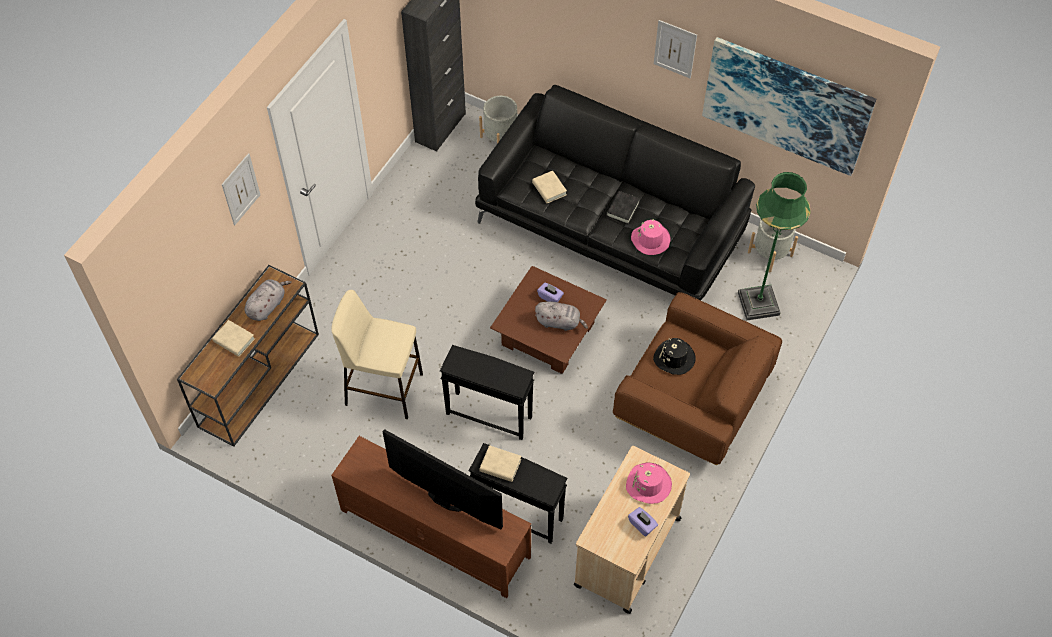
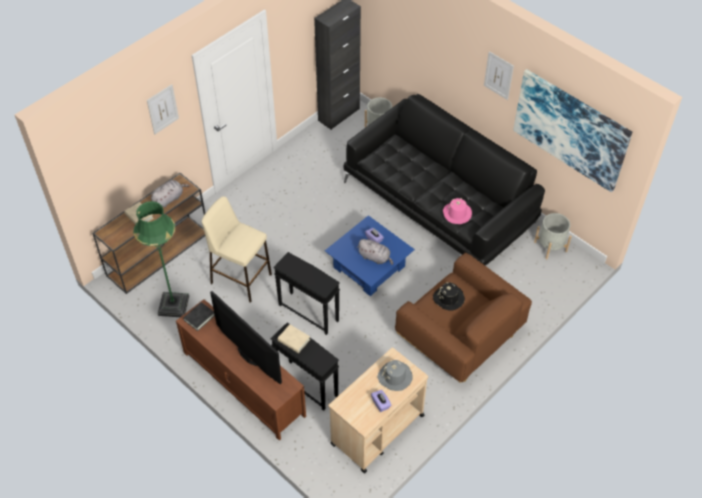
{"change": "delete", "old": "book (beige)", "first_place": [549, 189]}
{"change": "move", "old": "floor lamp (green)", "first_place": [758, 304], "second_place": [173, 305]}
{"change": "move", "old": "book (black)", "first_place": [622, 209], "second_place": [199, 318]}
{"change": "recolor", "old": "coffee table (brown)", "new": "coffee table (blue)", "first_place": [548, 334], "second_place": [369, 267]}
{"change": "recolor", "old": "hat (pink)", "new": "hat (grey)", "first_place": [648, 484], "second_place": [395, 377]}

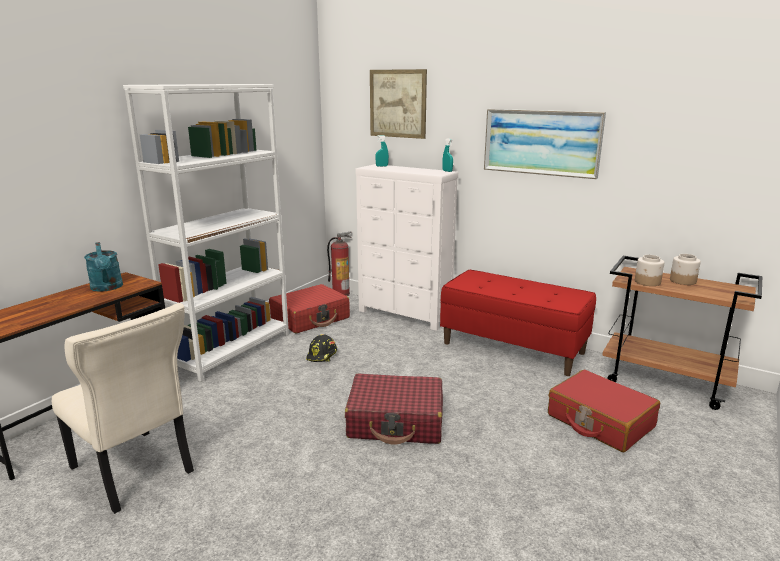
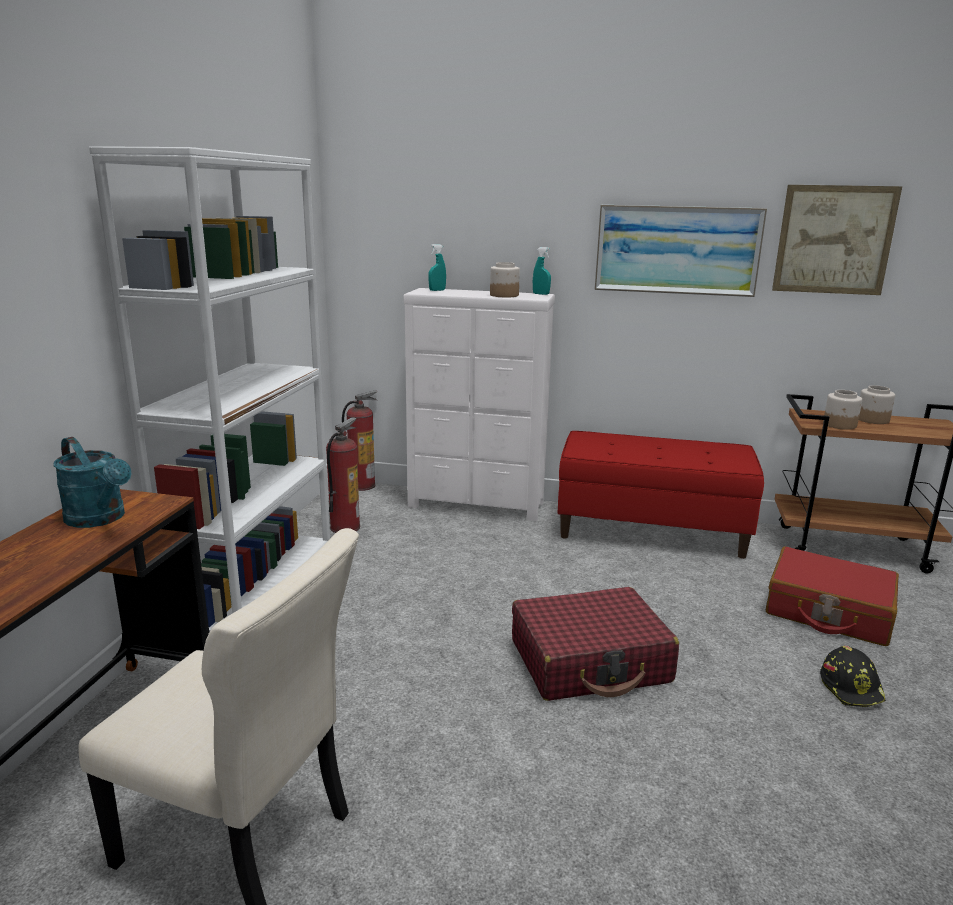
{"change": "move", "old": "picture", "first_place": [398, 103], "second_place": [834, 240]}
{"change": "replace", "old": "suitcase (red)", "new": "fire extinguisher", "first_place": [310, 318], "second_place": [345, 527]}
{"change": "move", "old": "hard hat (black)", "first_place": [322, 355], "second_place": [852, 688]}
{"change": "insert", "new": "jar", "second_place": [504, 295]}

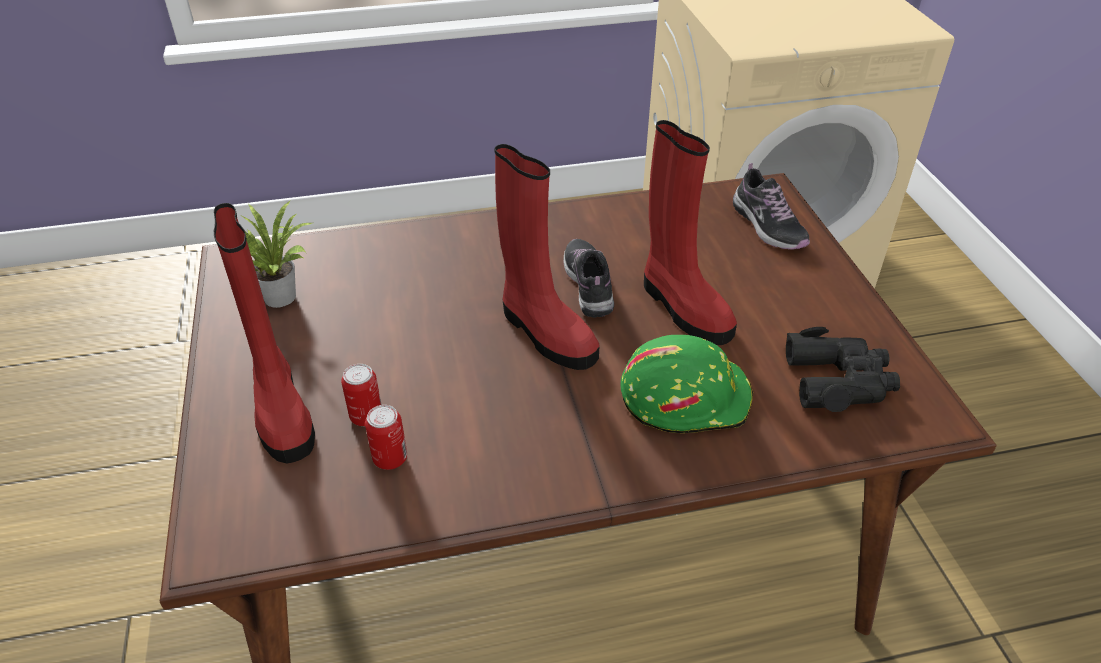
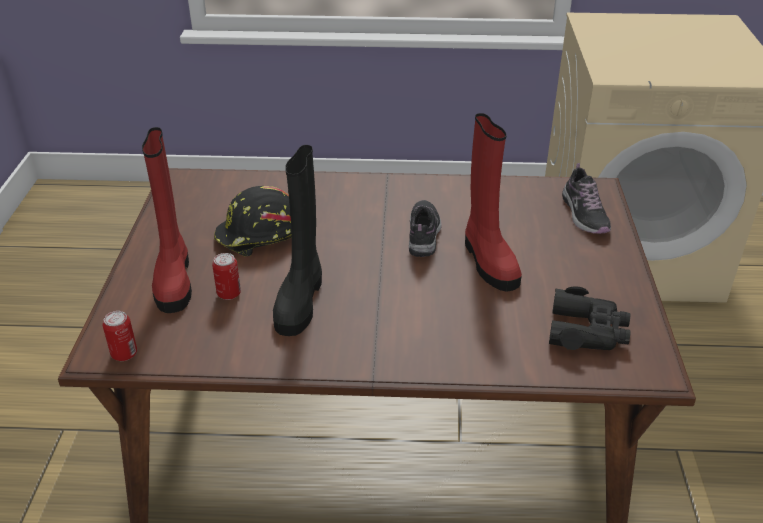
{"change": "delete", "old": "boot (red)", "first_place": [545, 333]}
{"change": "delete", "old": "potted plant", "first_place": [280, 294]}
{"change": "delete", "old": "hard hat (green)", "first_place": [684, 396]}
{"change": "move", "old": "can", "first_place": [390, 458], "second_place": [124, 354]}
{"change": "insert", "new": "boot (black)", "second_place": [300, 301]}
{"change": "insert", "new": "hard hat (black)", "second_place": [259, 235]}

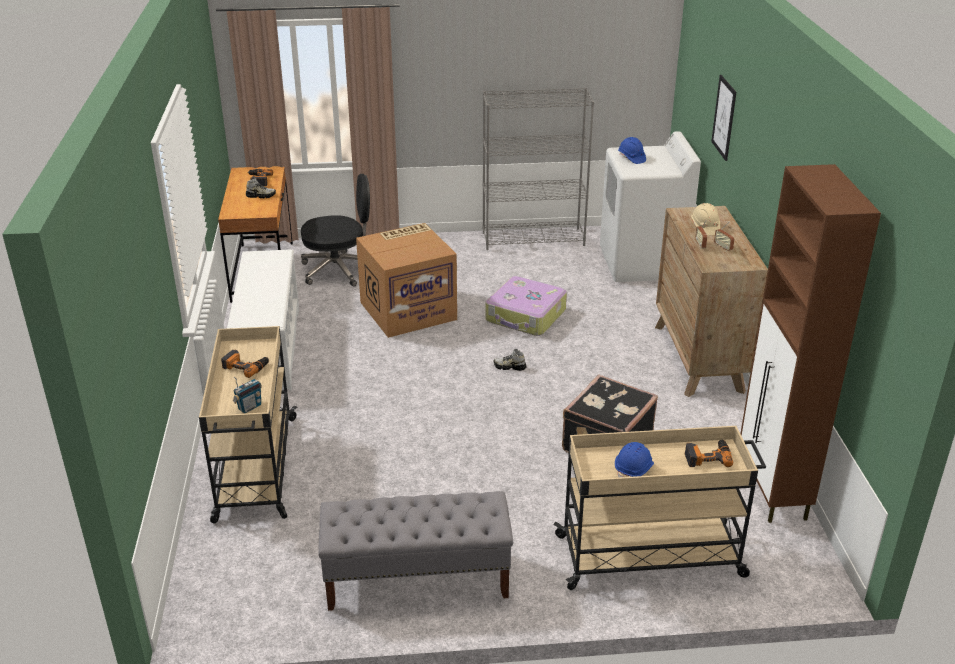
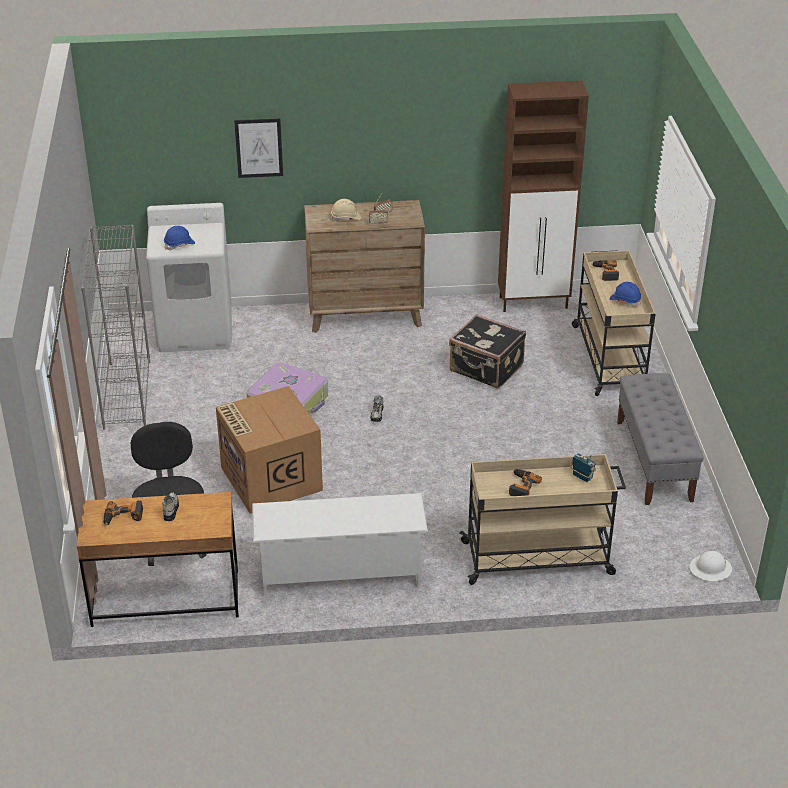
{"change": "insert", "new": "hard hat (white)", "second_place": [710, 569]}

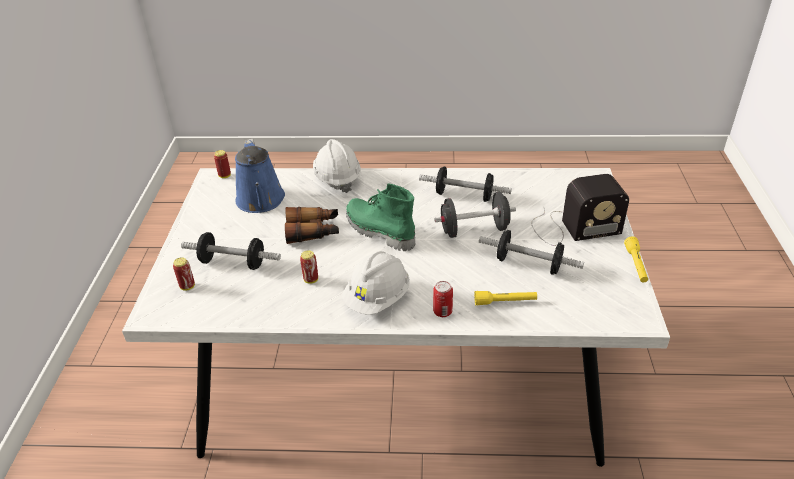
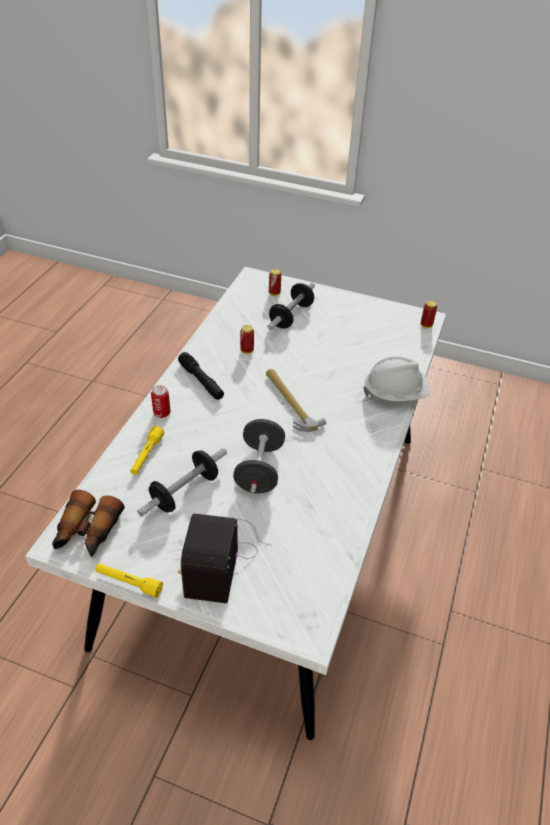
{"change": "delete", "old": "watering can (blue)", "first_place": [261, 201]}
{"change": "delete", "old": "dumbbell", "first_place": [464, 195]}
{"change": "replace", "old": "boot (green)", "new": "hammer", "first_place": [378, 232], "second_place": [290, 402]}
{"change": "move", "old": "binoculars", "first_place": [313, 231], "second_place": [87, 532]}
{"change": "replace", "old": "hard hat (white)", "new": "flashlight (black)", "first_place": [378, 299], "second_place": [201, 381]}

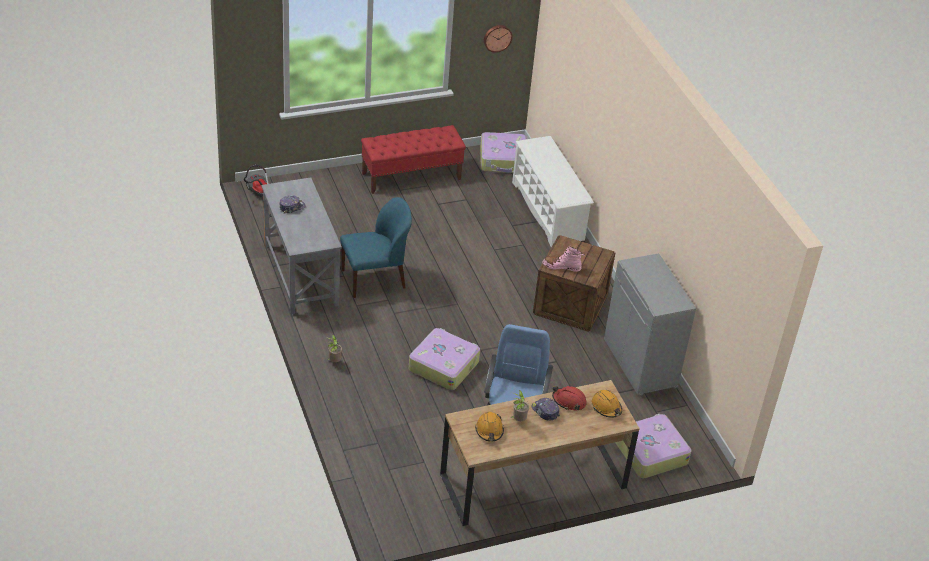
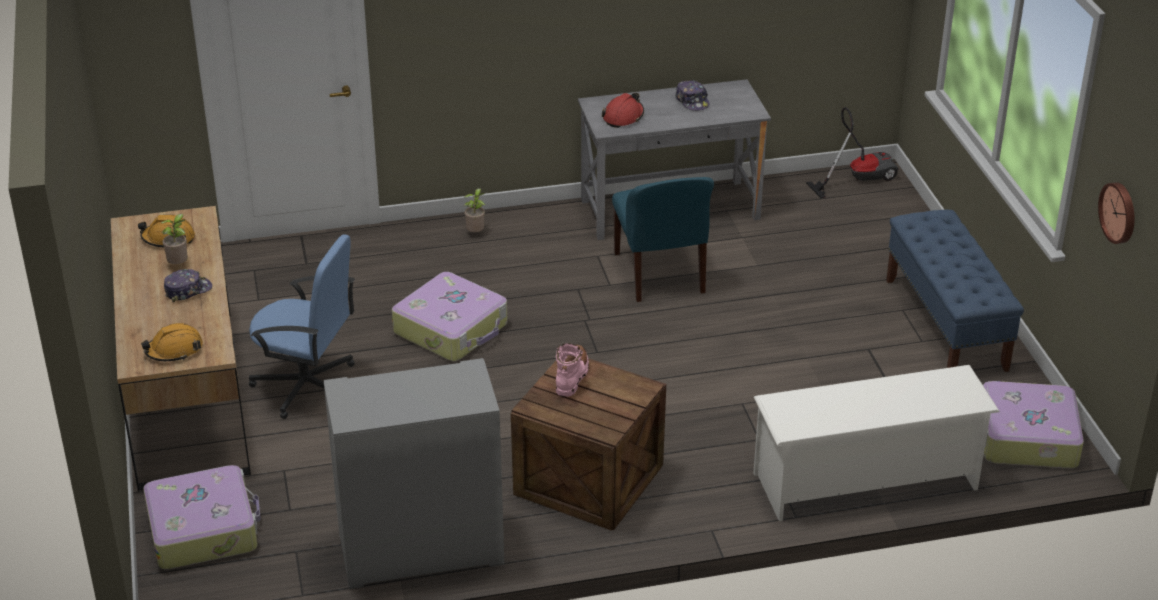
{"change": "recolor", "old": "bench (red)", "new": "bench (blue)", "first_place": [411, 176], "second_place": [946, 324]}
{"change": "move", "old": "hard hat (red)", "first_place": [569, 401], "second_place": [623, 117]}

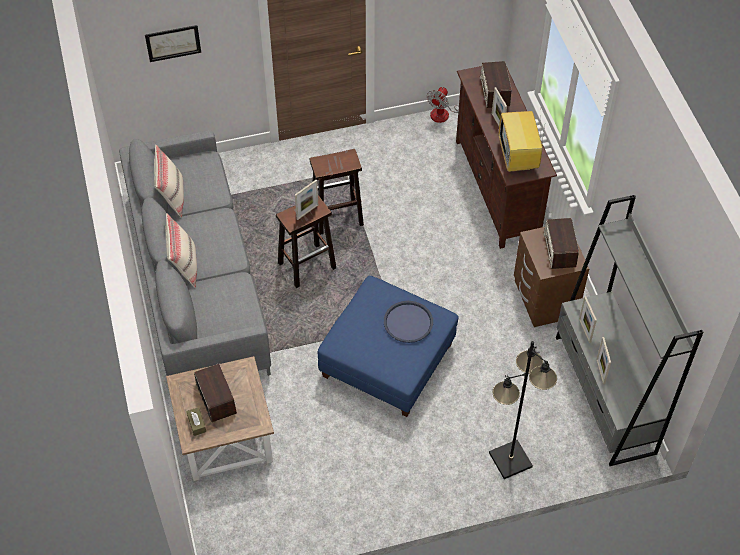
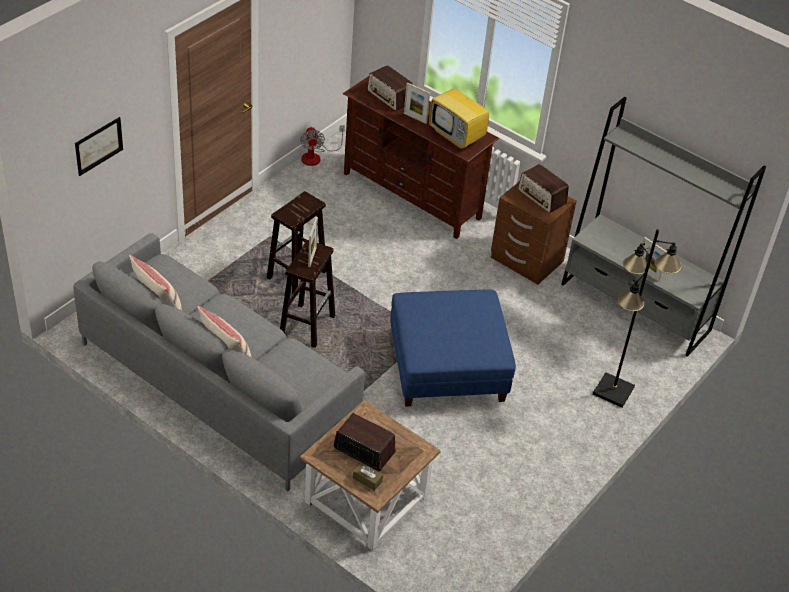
{"change": "delete", "old": "picture frame", "first_place": [584, 331]}
{"change": "delete", "old": "tray (blue)", "first_place": [408, 322]}

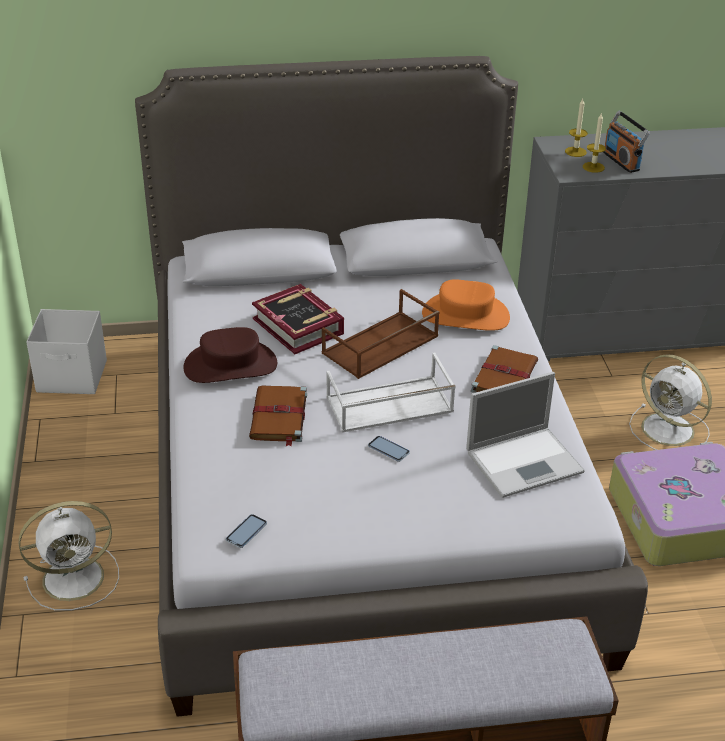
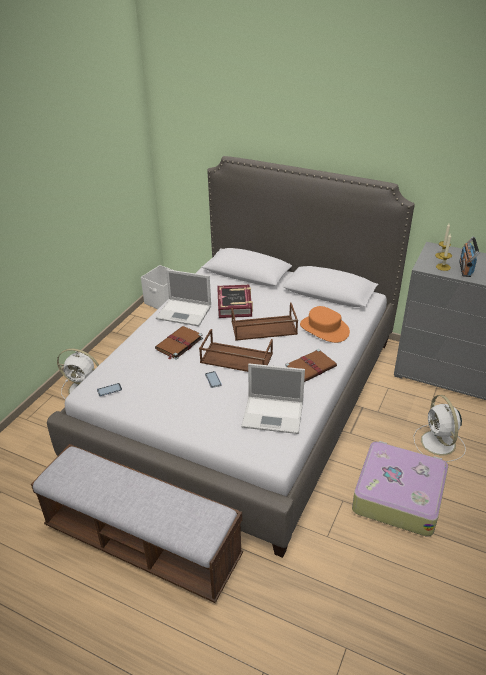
{"change": "replace", "old": "hat (brown)", "new": "laptop", "first_place": [230, 365], "second_place": [185, 312]}
{"change": "recolor", "old": "tray (white)", "new": "tray (brown)", "first_place": [388, 405], "second_place": [235, 358]}

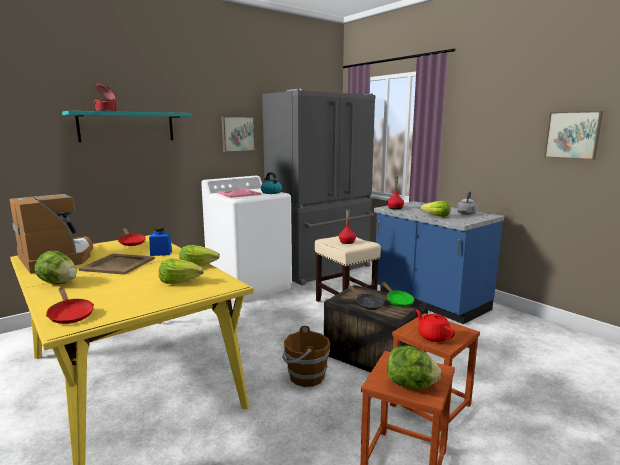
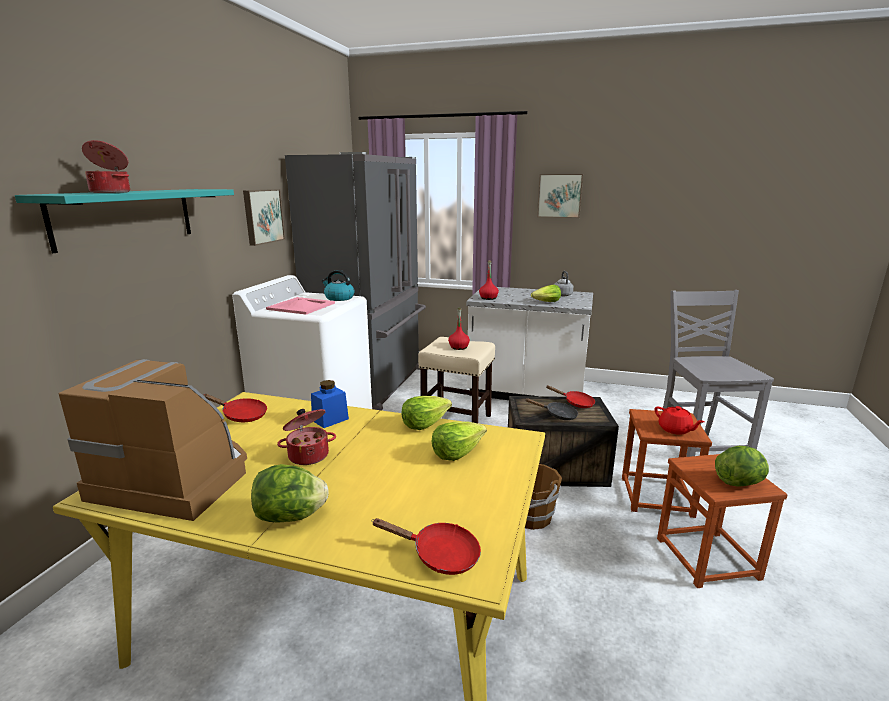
{"change": "move", "old": "picture", "first_place": [573, 135], "second_place": [559, 195]}
{"change": "recolor", "old": "counter (blue)", "new": "counter (white)", "first_place": [429, 301], "second_place": [526, 394]}
{"change": "replace", "old": "tray (beige)", "new": "cooking pot", "first_place": [118, 264], "second_place": [308, 455]}
{"change": "recolor", "old": "frying pan (green)", "new": "frying pan (red)", "first_place": [397, 301], "second_place": [575, 403]}
{"change": "rotate", "old": "teapot (red)", "first_place": [433, 336], "second_place": [675, 430], "degrees": -150}
{"change": "insert", "new": "chair (grey)", "second_place": [698, 451]}

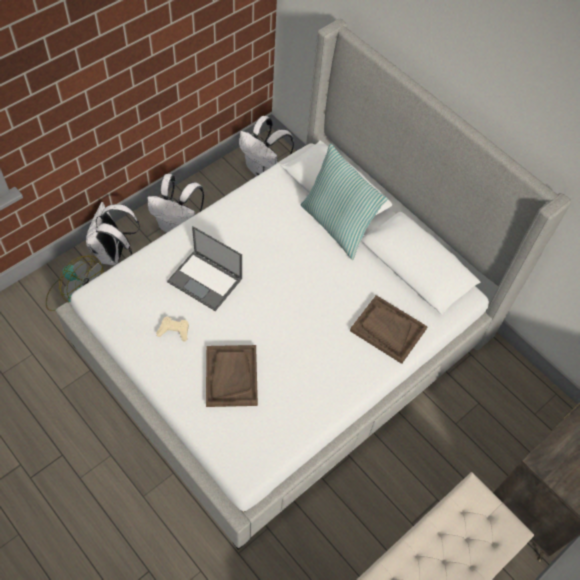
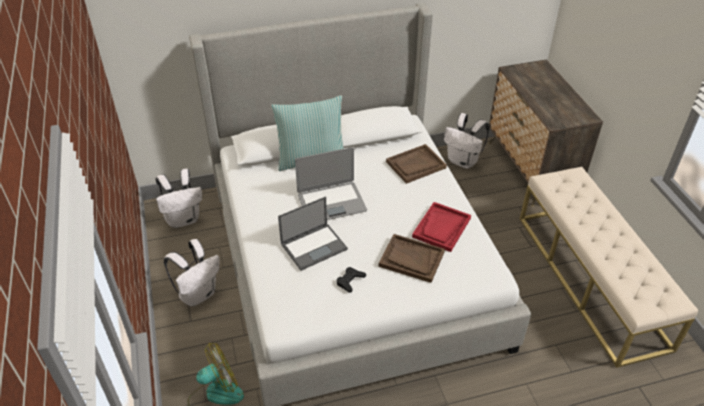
{"change": "move", "old": "backpack (white)", "first_place": [114, 254], "second_place": [463, 161]}
{"change": "recolor", "old": "game controller (beige)", "new": "game controller (black)", "first_place": [174, 330], "second_place": [350, 281]}
{"change": "insert", "new": "laptop", "second_place": [331, 202]}
{"change": "insert", "new": "tray (red)", "second_place": [441, 228]}

